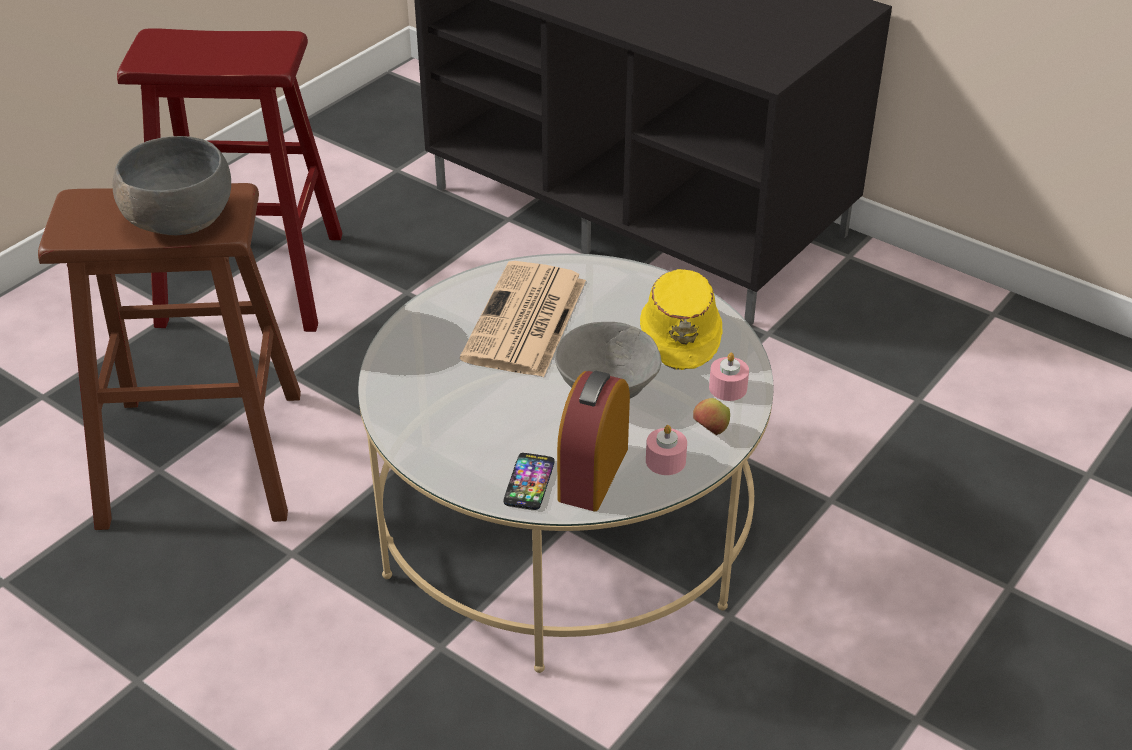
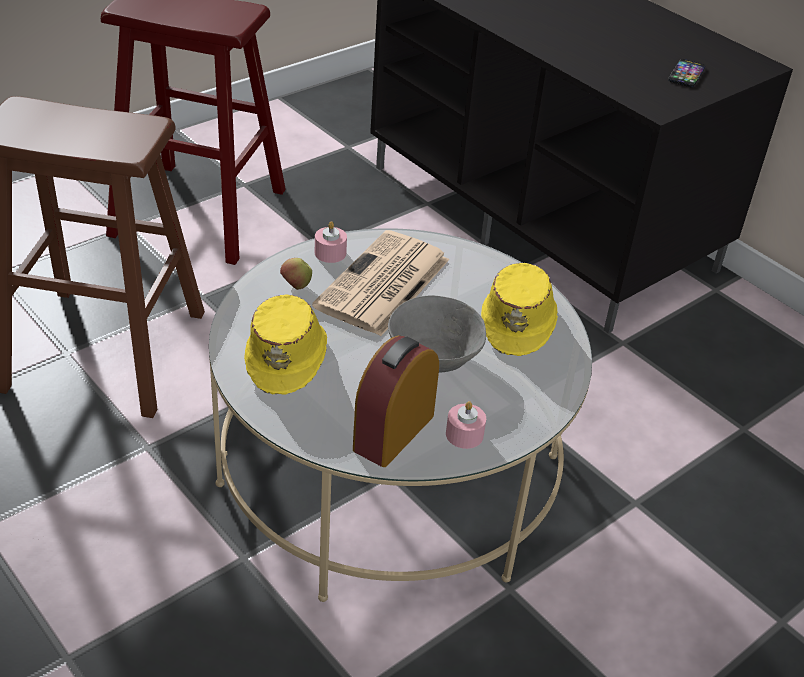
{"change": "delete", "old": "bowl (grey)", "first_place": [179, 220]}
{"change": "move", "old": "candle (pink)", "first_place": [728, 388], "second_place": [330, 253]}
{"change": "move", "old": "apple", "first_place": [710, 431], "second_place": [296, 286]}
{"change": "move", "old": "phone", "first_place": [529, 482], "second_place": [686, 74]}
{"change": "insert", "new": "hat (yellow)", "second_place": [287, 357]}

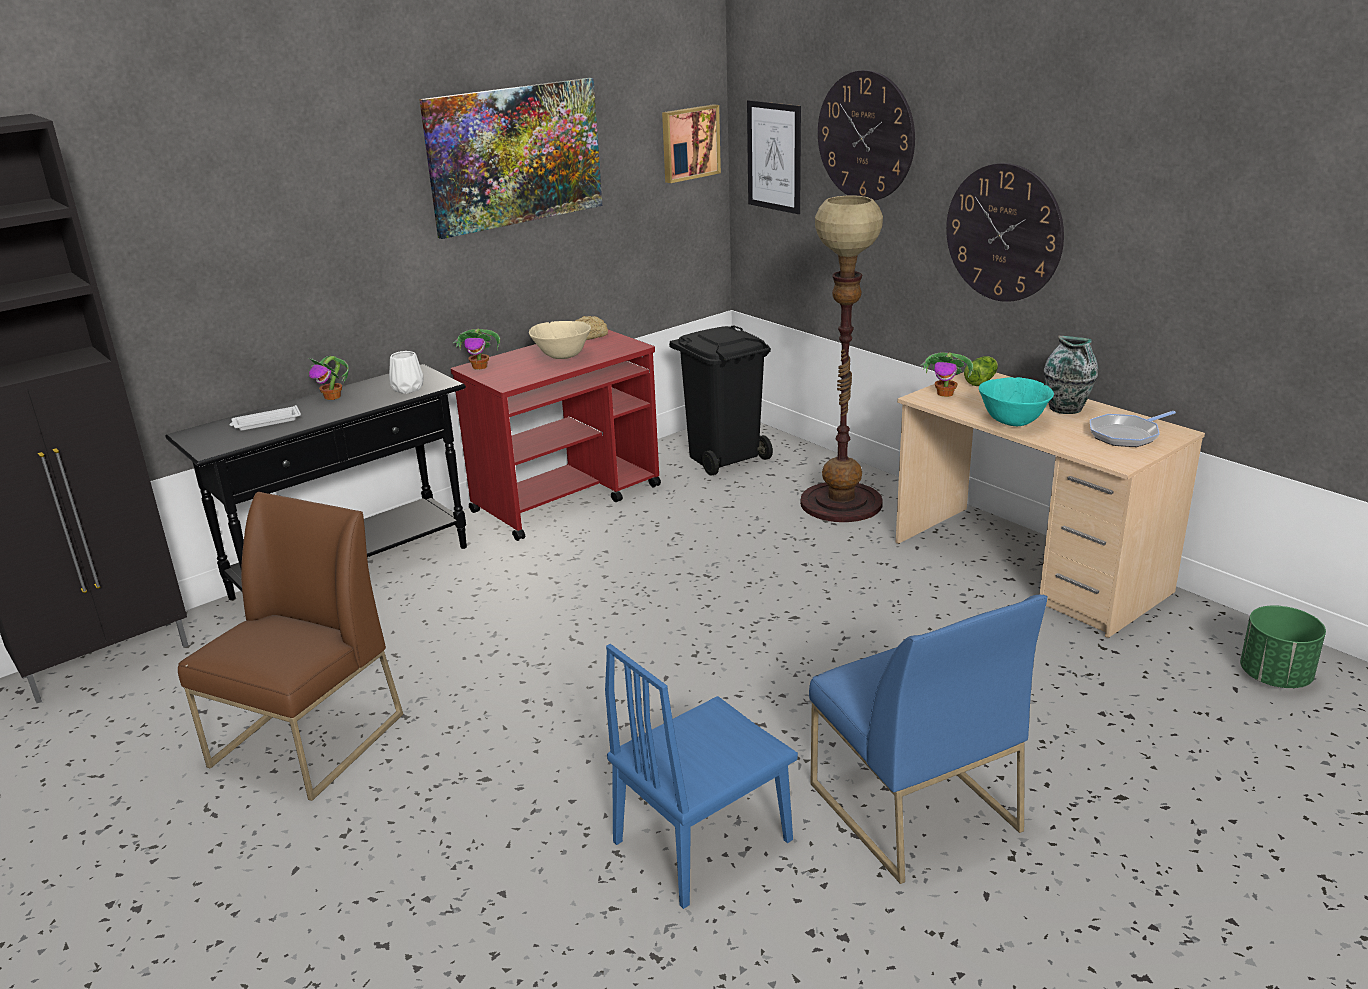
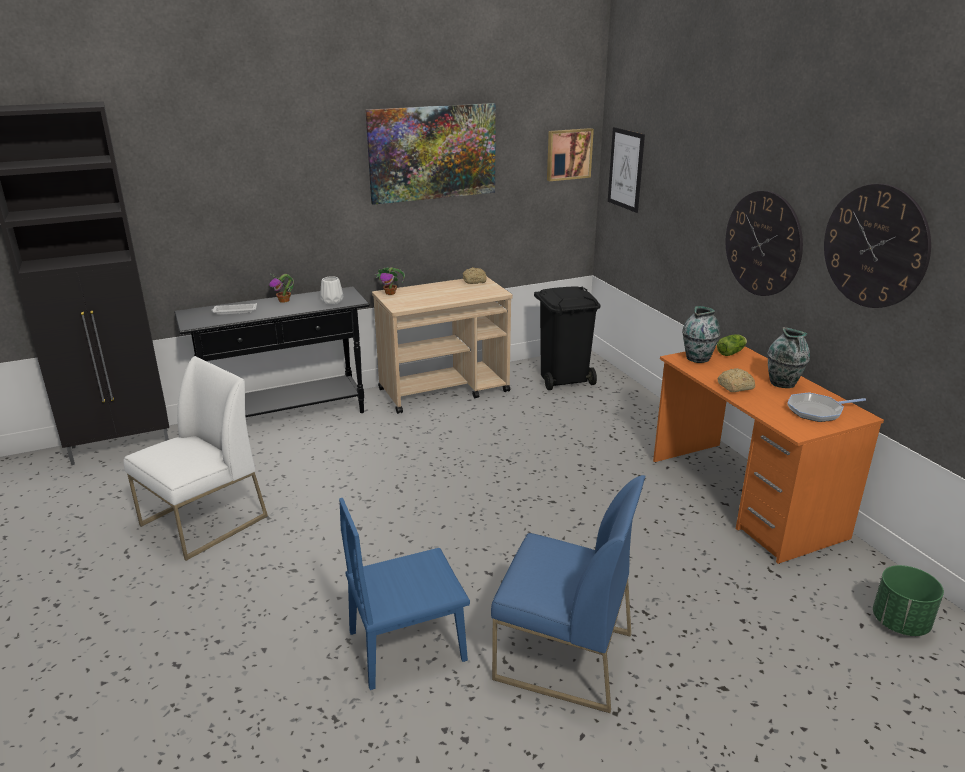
{"change": "move", "old": "wall clock", "first_place": [865, 136], "second_place": [875, 246]}
{"change": "delete", "old": "floor lamp", "first_place": [840, 503]}
{"change": "delete", "old": "bowl (beige)", "first_place": [562, 357]}
{"change": "recolor", "old": "cart (red)", "new": "cart (beige)", "first_place": [568, 498], "second_place": [445, 390]}
{"change": "replace", "old": "potted plant", "new": "vase", "first_place": [946, 394], "second_place": [698, 358]}
{"change": "recolor", "old": "desk (beige)", "new": "desk (orange)", "first_place": [1028, 567], "second_place": [744, 498]}
{"change": "replace", "old": "bowl (turquoise)", "new": "bread", "first_place": [1012, 422], "second_place": [734, 387]}
{"change": "recolor", "old": "chair (brown)", "new": "chair (white)", "first_place": [308, 741], "second_place": [203, 521]}
{"change": "rotate", "old": "chair (blue)", "first_place": [911, 806], "second_place": [562, 656], "degrees": -60}

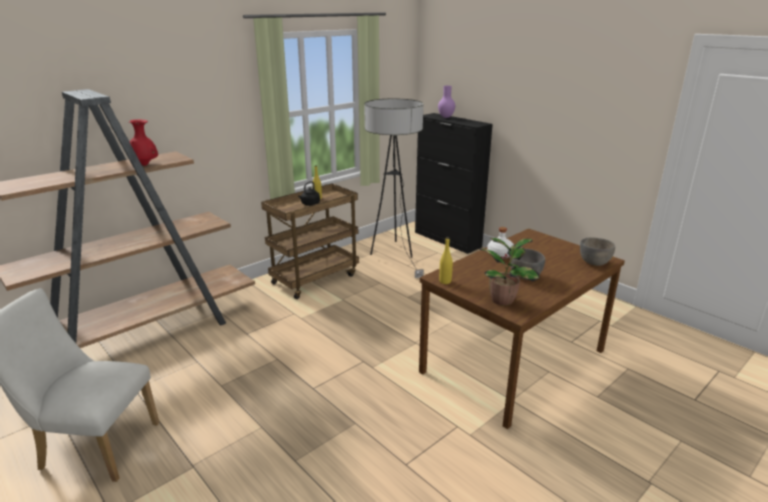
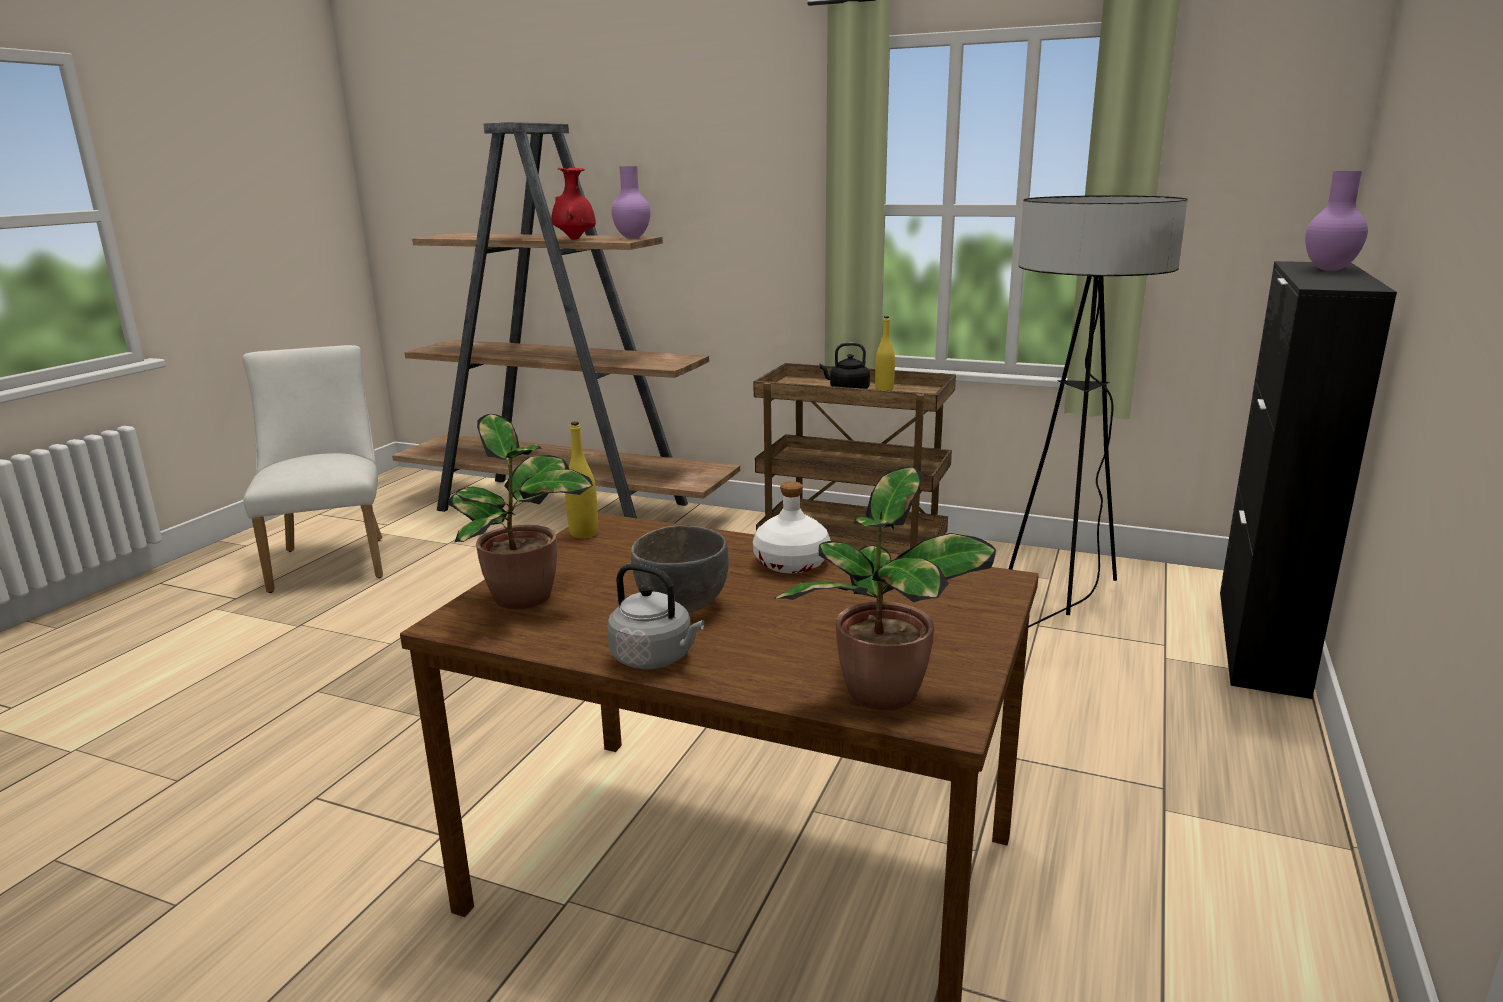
{"change": "replace", "old": "bowl (grey)", "new": "potted plant", "first_place": [594, 263], "second_place": [881, 695]}
{"change": "insert", "new": "vase (purple)", "second_place": [632, 238]}
{"change": "insert", "new": "kettle (grey)", "second_place": [655, 658]}

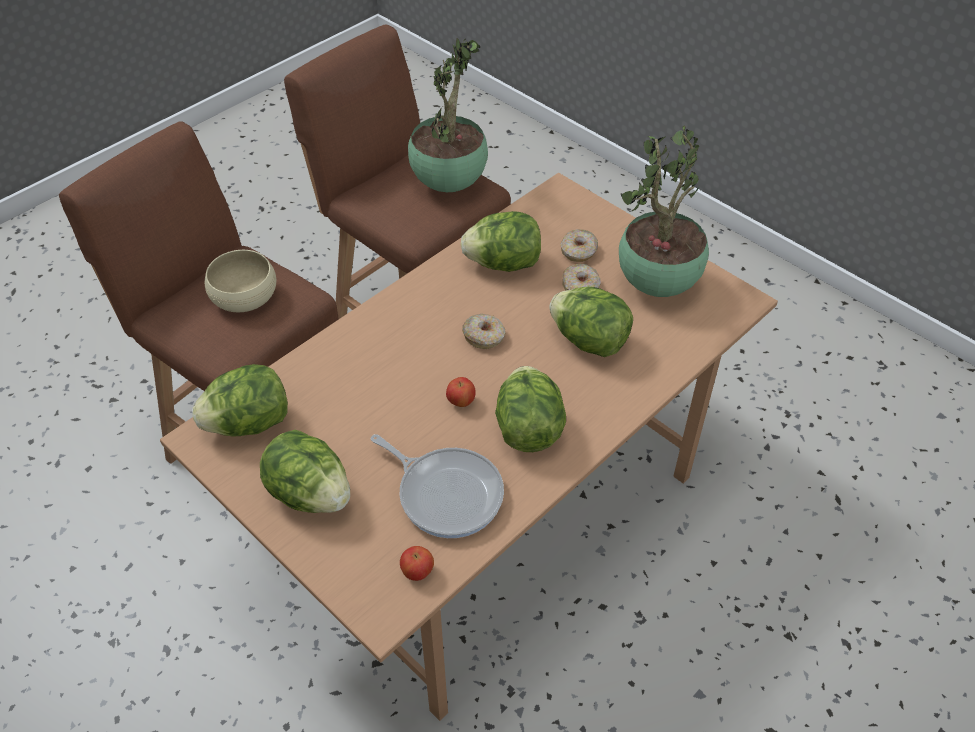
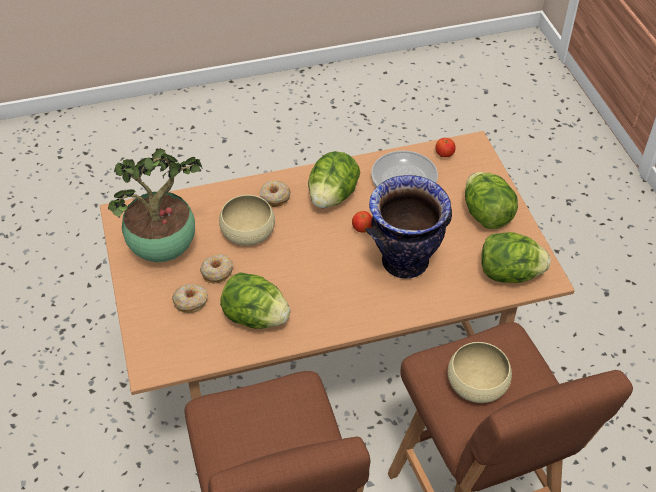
{"change": "delete", "old": "potted plant", "first_place": [449, 182]}
{"change": "replace", "old": "lettuce", "new": "bowl (beige)", "first_place": [589, 341], "second_place": [248, 231]}
{"change": "move", "old": "donut", "first_place": [484, 336], "second_place": [275, 197]}
{"change": "insert", "new": "vase", "second_place": [404, 261]}

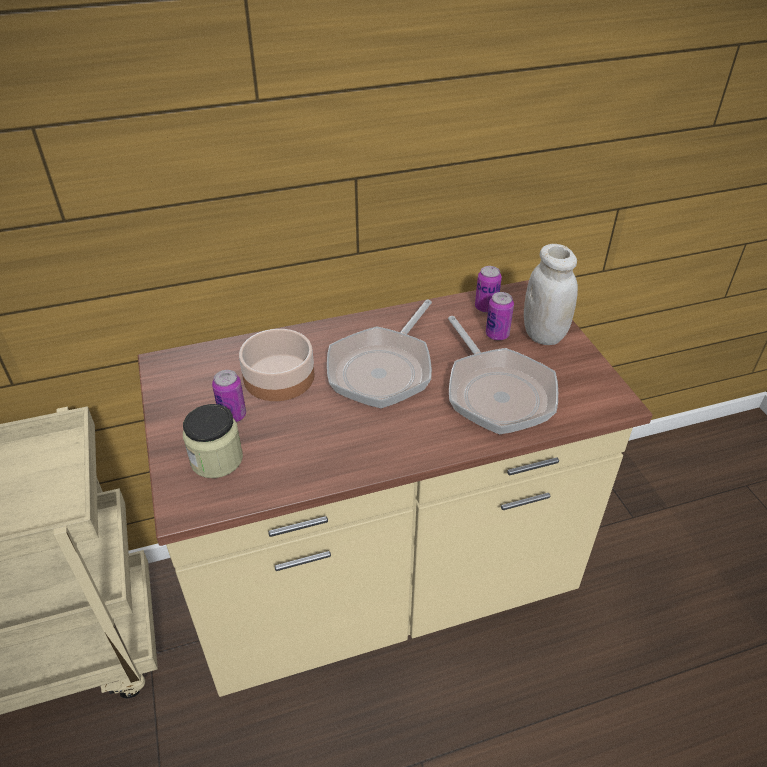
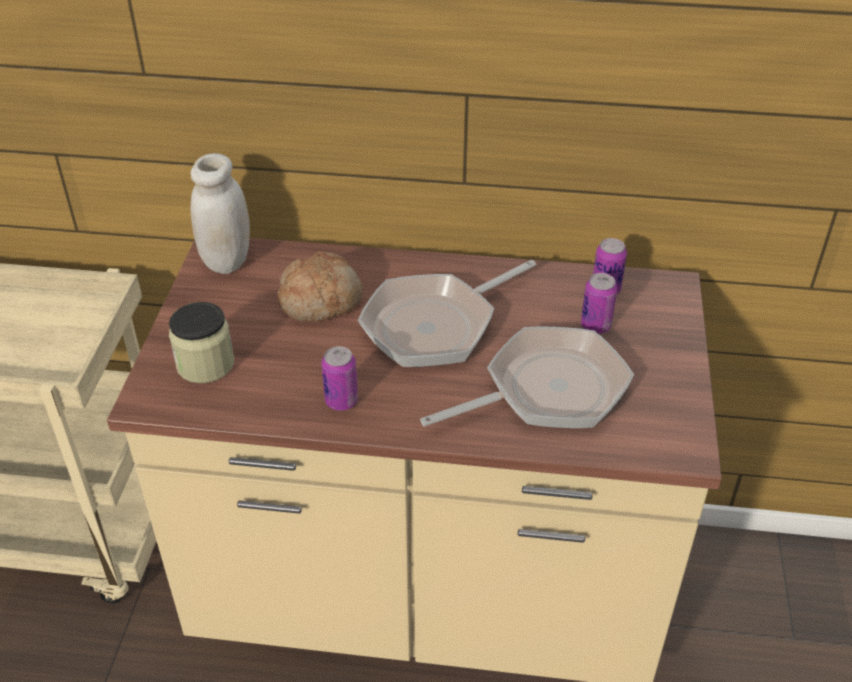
{"change": "move", "old": "jar (white)", "first_place": [543, 334], "second_place": [227, 261]}
{"change": "rotate", "old": "frying pan", "first_place": [497, 392], "second_place": [546, 390], "degrees": -120}
{"change": "replace", "old": "bowl", "new": "bread", "first_place": [279, 376], "second_place": [321, 299]}
{"change": "move", "old": "can", "first_place": [233, 415], "second_place": [341, 401]}

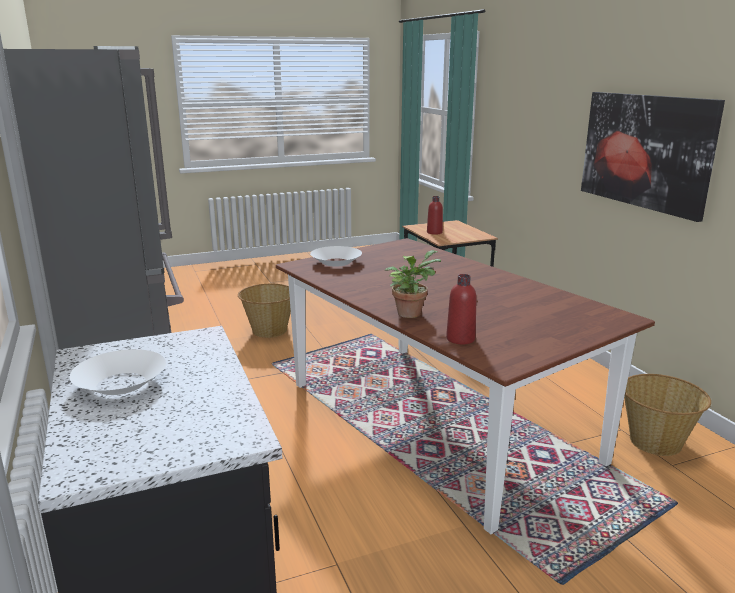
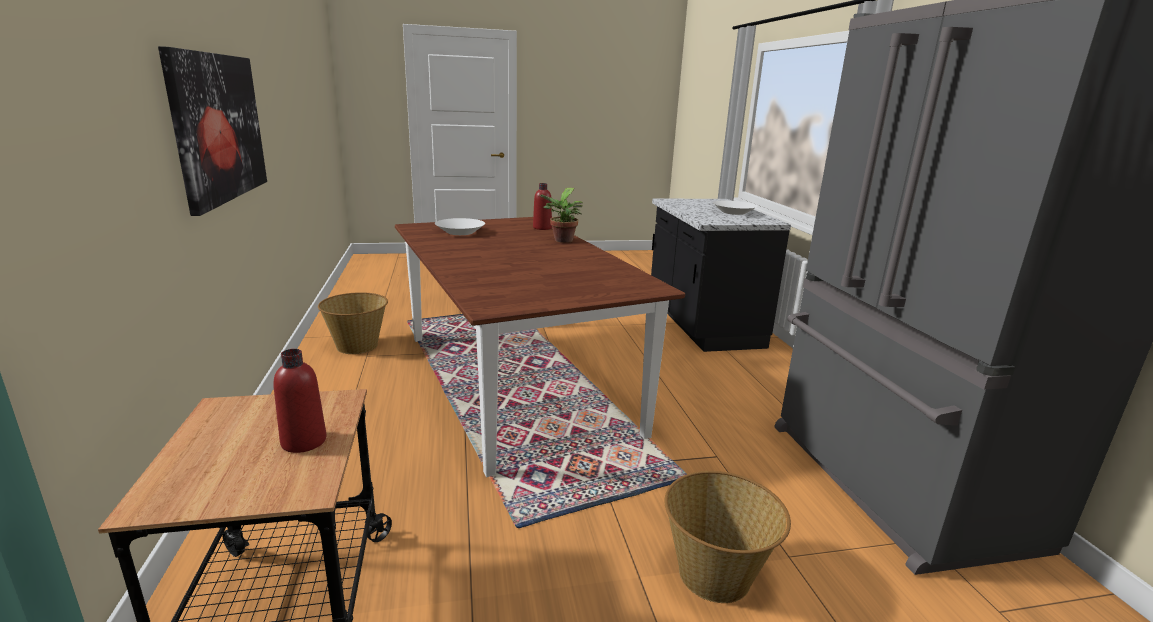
{"change": "move", "old": "bowl (white)", "first_place": [336, 262], "second_place": [460, 232]}

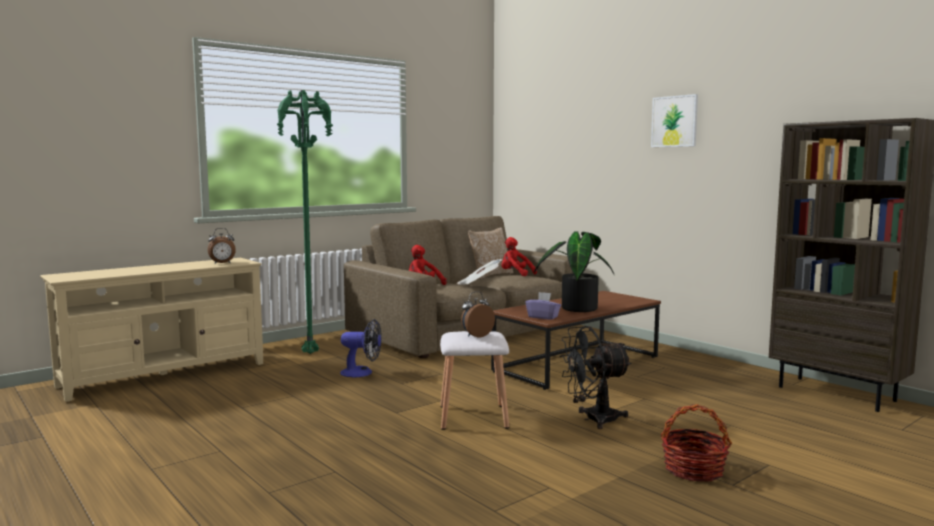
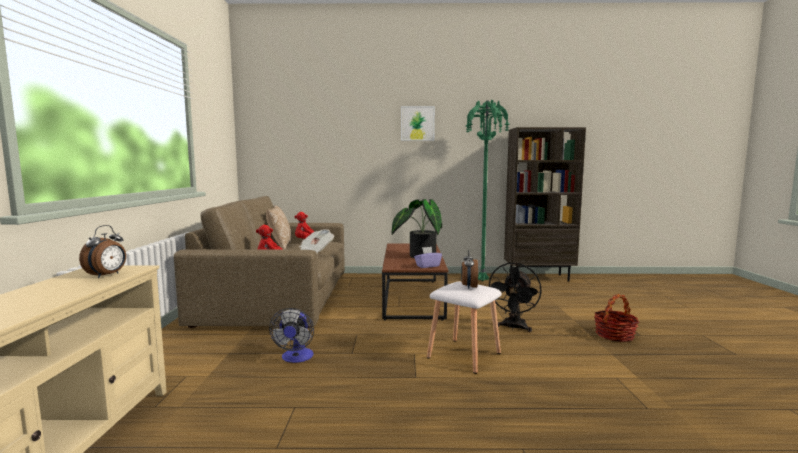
{"change": "move", "old": "floor lamp (green)", "first_place": [311, 353], "second_place": [481, 280]}
{"change": "rotate", "old": "fan", "first_place": [362, 373], "second_place": [296, 358], "degrees": 135}

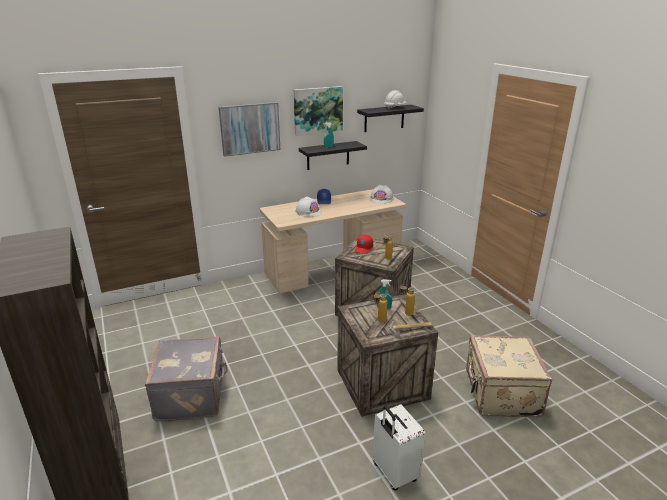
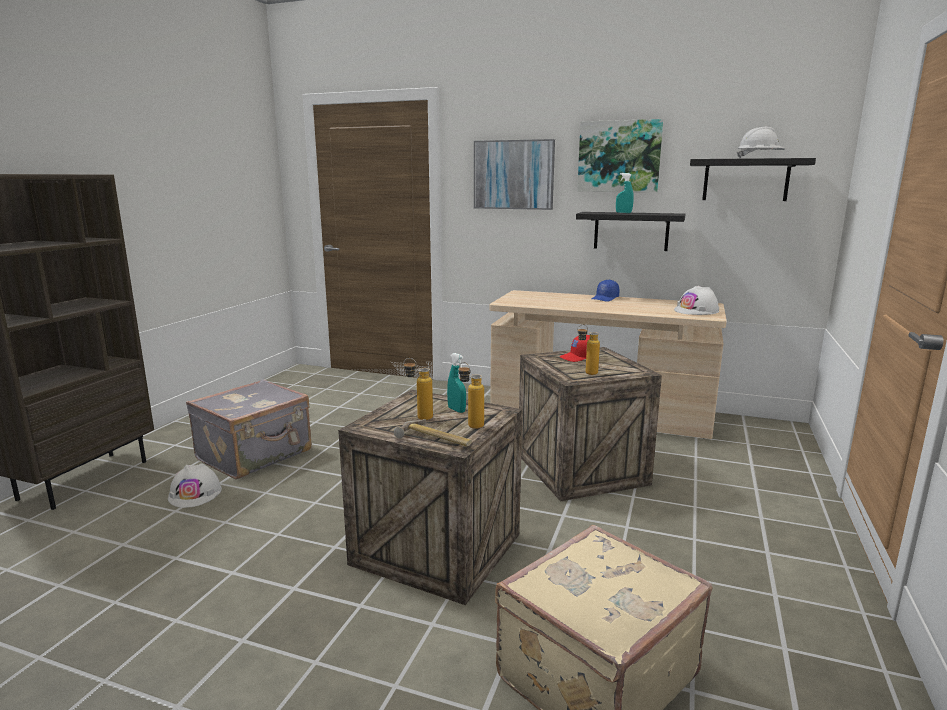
{"change": "move", "old": "hard hat (white)", "first_place": [308, 212], "second_place": [195, 493]}
{"change": "delete", "old": "suitcase (white)", "first_place": [394, 473]}

